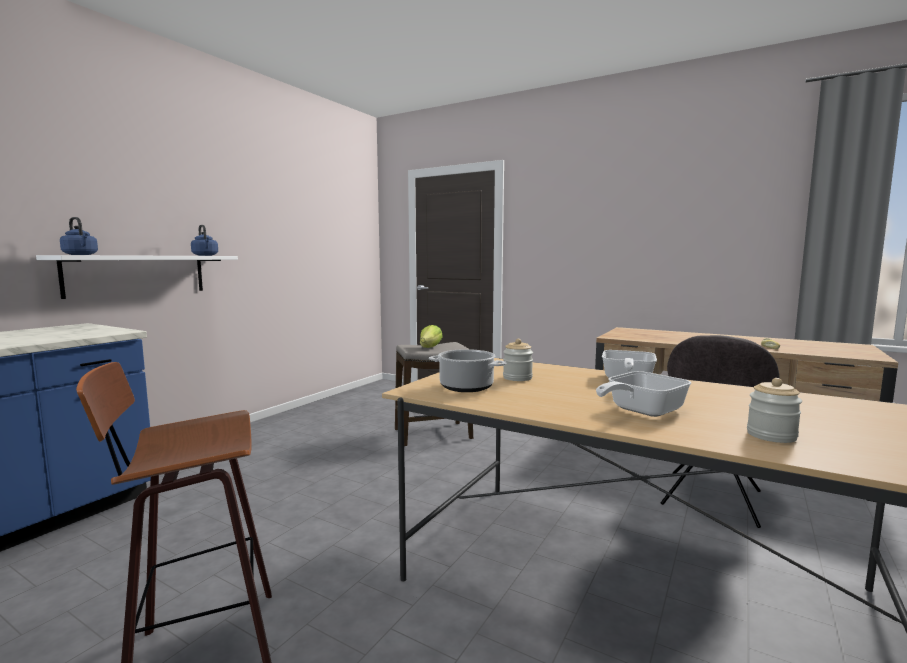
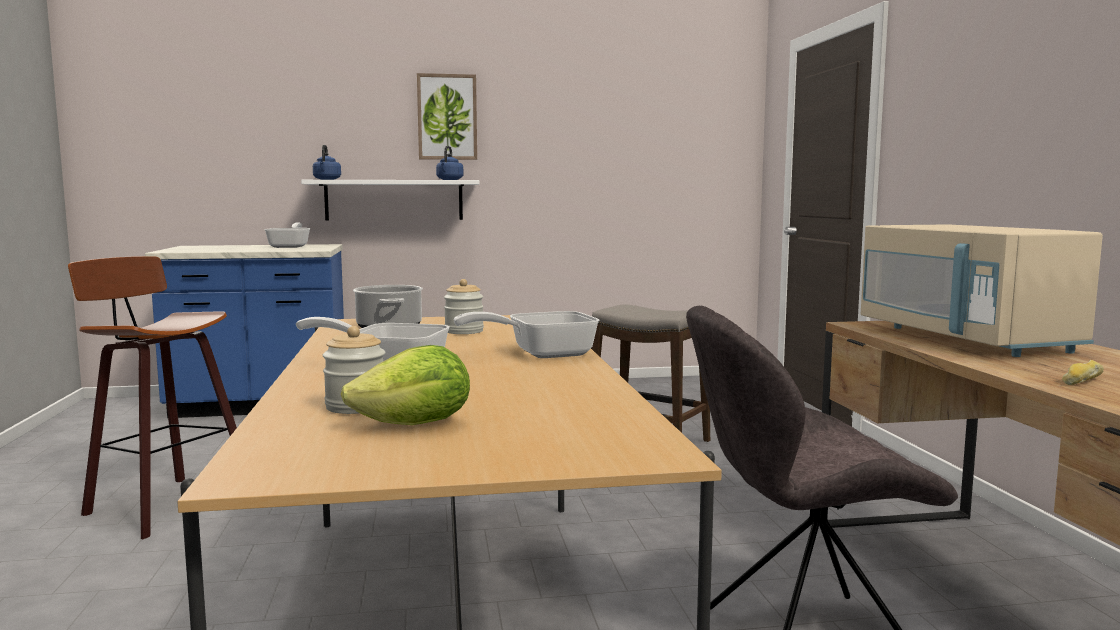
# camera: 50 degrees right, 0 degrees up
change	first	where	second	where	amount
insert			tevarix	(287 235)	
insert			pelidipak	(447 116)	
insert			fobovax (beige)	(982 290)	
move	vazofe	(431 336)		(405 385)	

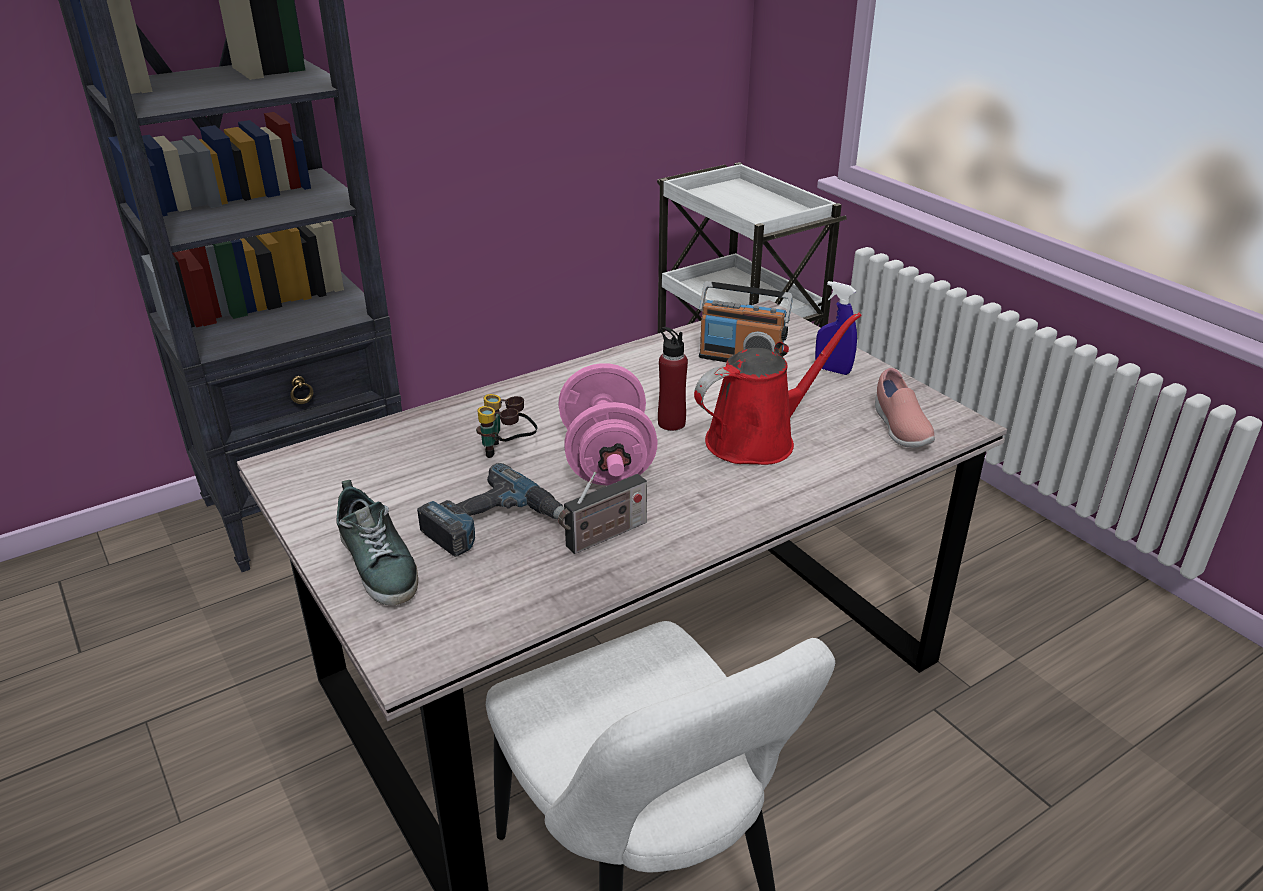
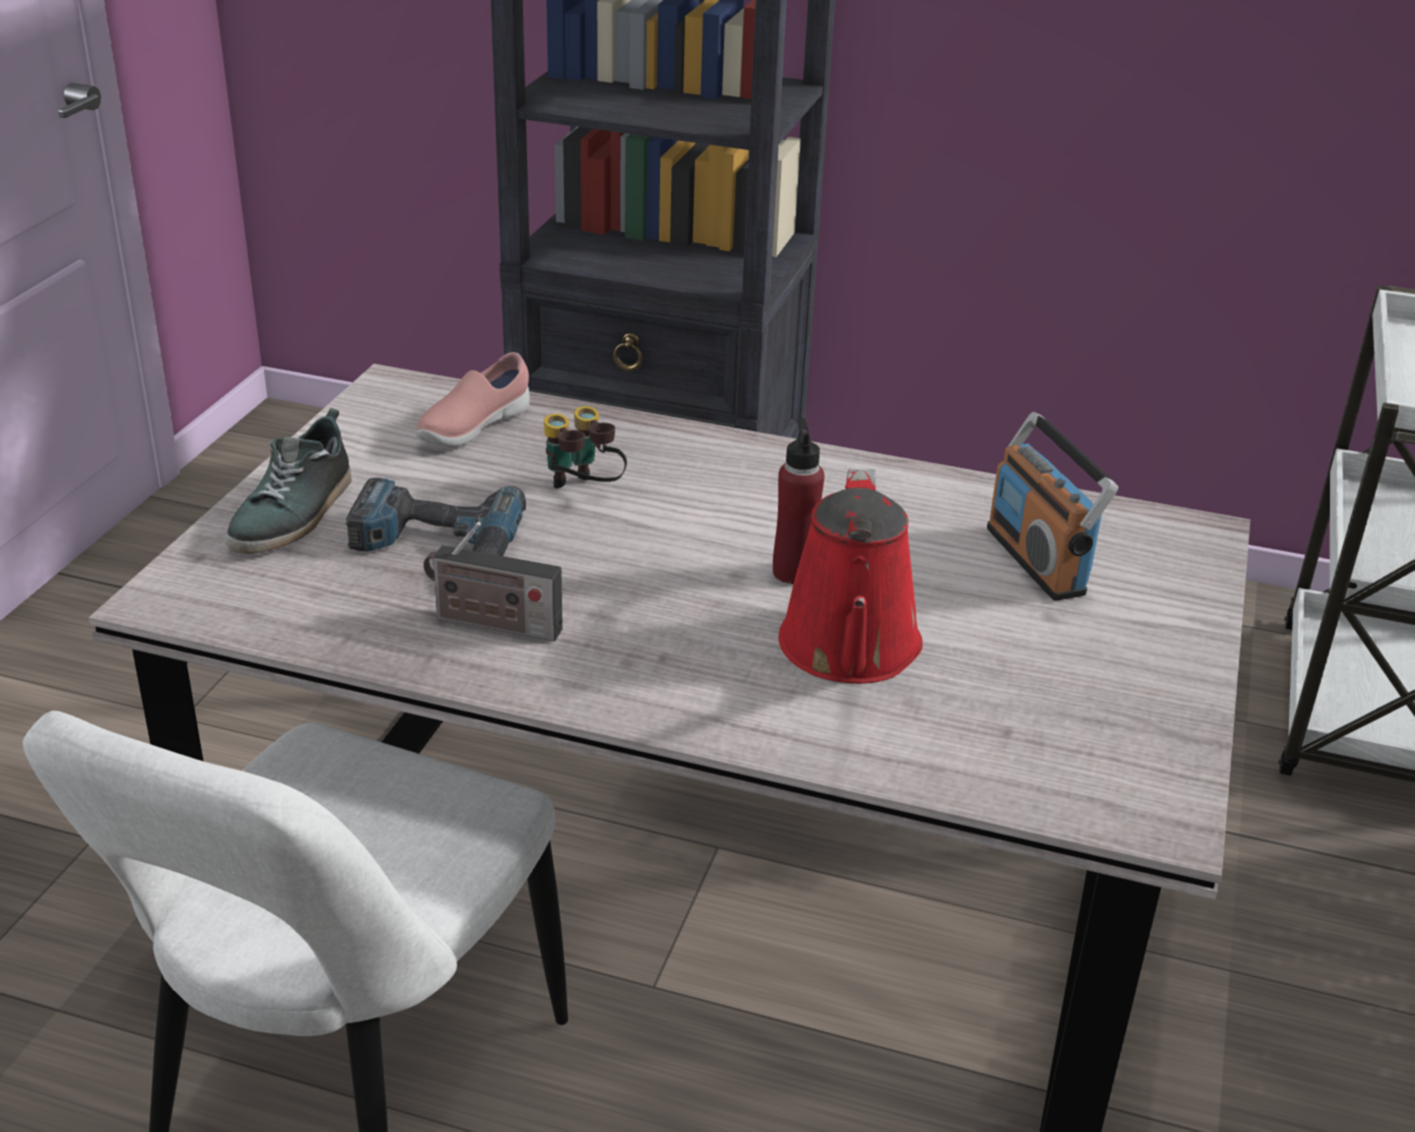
# camera: 50 degrees right, 0 degrees up
change	first	where	second	where	amount
delete	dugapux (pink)	(608 424)			
delete	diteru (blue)	(836 328)			
move	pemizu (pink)	(905 408)		(473 399)	
rotate	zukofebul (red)	(777 388)		(850 576)	75 degrees clockwise

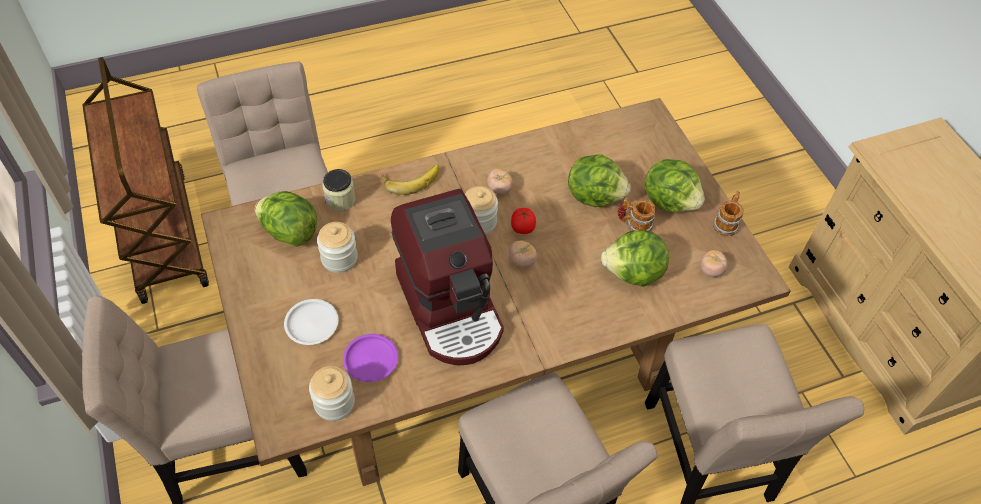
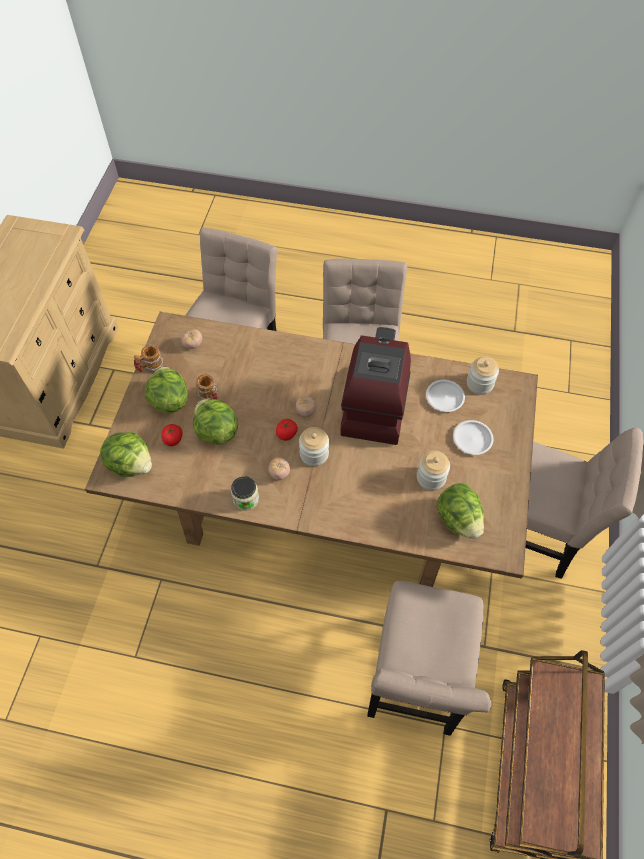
# camera: 145 degrees left, 5 degrees up
change	first	where	second	where	amount
delete	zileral	(410 179)			
insert			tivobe	(172 435)	
move	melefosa	(339 190)		(245 493)	
move	vazofe	(635 258)		(126 454)	
recolor	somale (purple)	(370 358)	somale (white)	(445 396)	

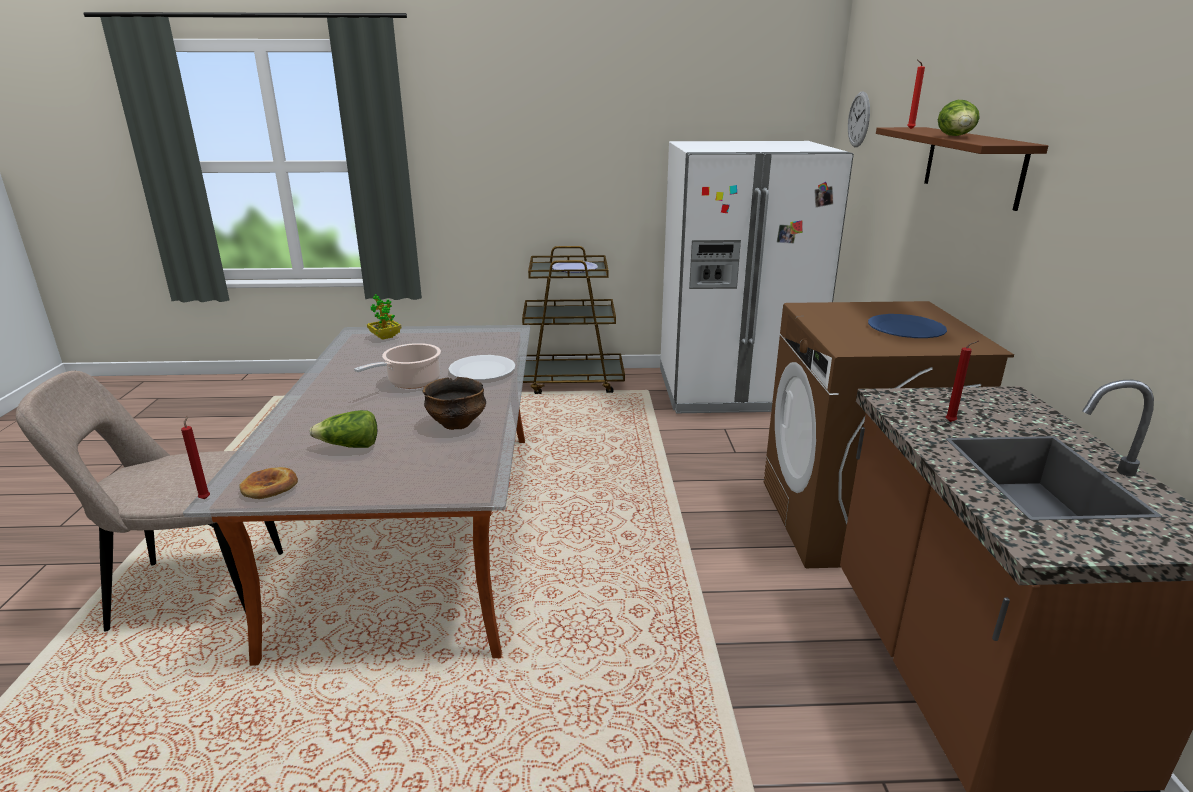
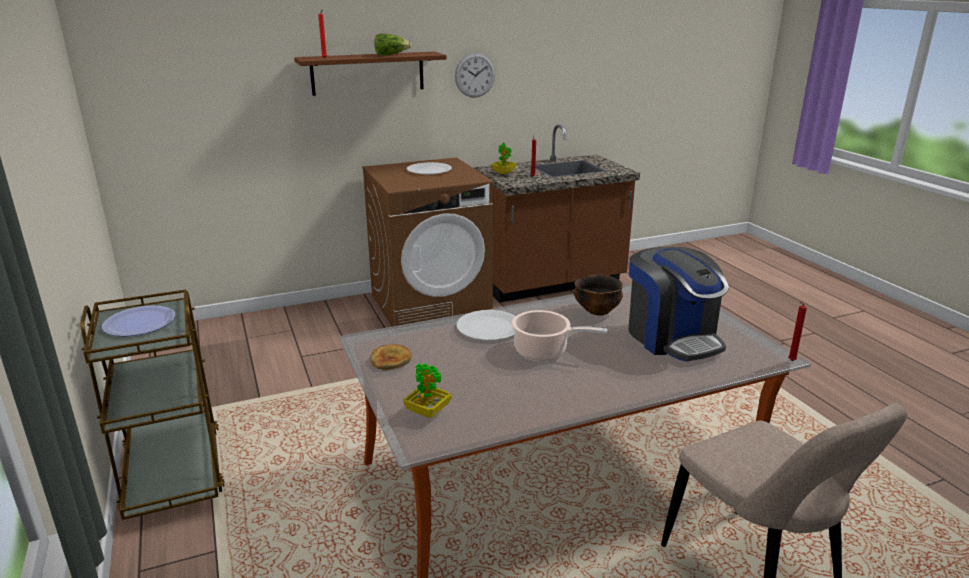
# camera: 110 degrees left, 0 degrees up
change	first	where	second	where	amount
delete	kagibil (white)	(757 277)			
insert			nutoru	(503 158)	
move	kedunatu	(268 483)		(391 357)	
move	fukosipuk	(859 119)		(475 75)	
replace	vazofe	(343 429)	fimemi	(679 304)	
recolor	somale (blue)	(907 326)	somale (white)	(429 168)	

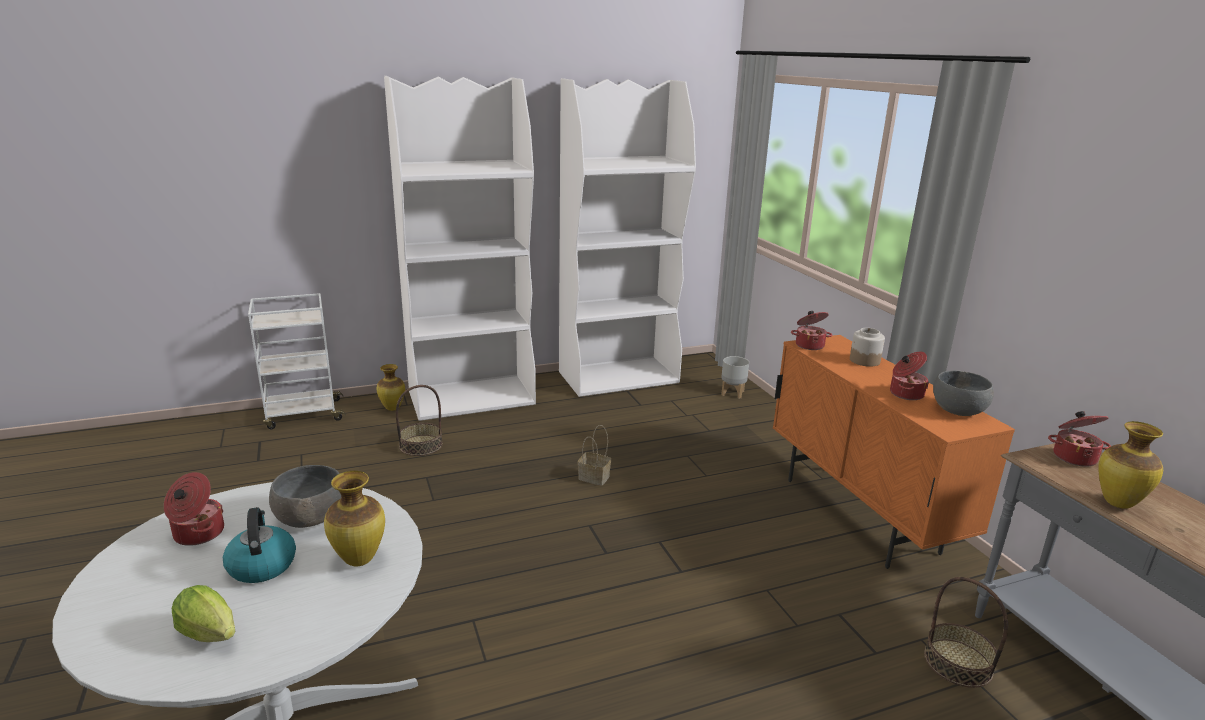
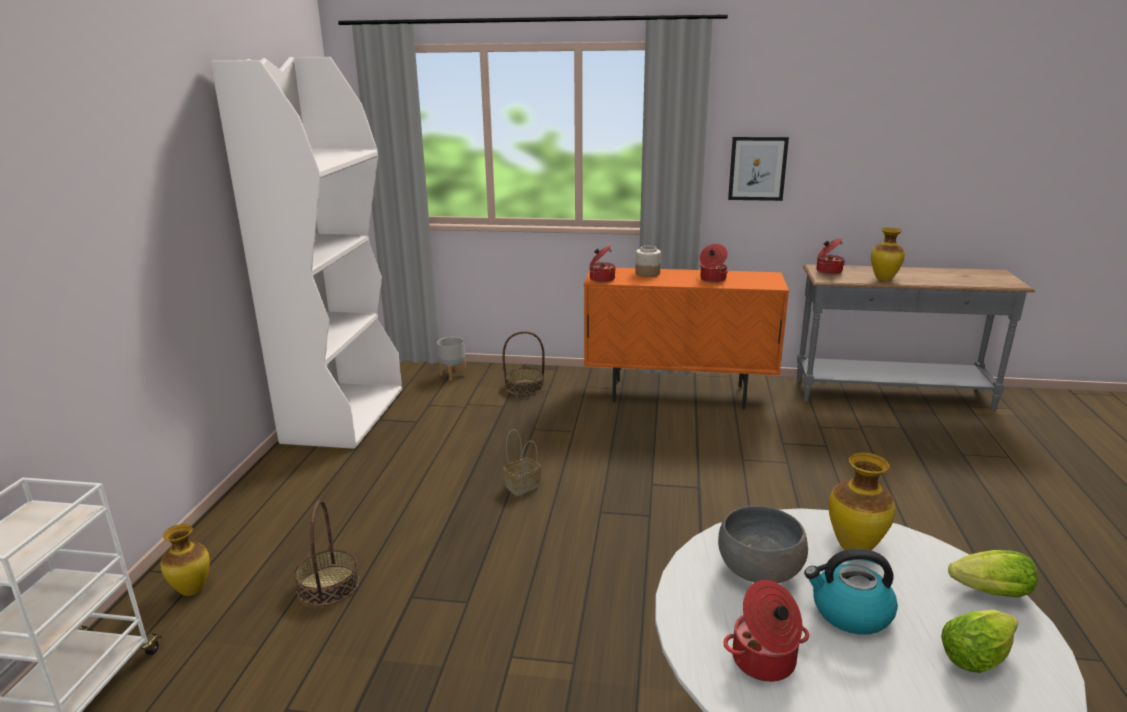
# camera: 60 degrees left, 0 degrees up
change	first	where	second	where	amount
delete	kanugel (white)	(460 248)			
delete	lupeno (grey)	(963 393)			
insert			pelidipak	(758 169)	
insert			vazofe	(993 574)	
move	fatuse	(966 632)		(523 363)	

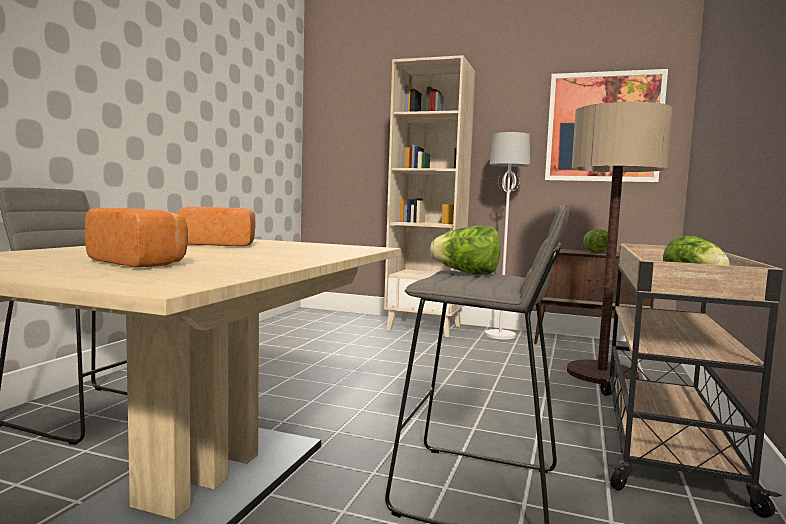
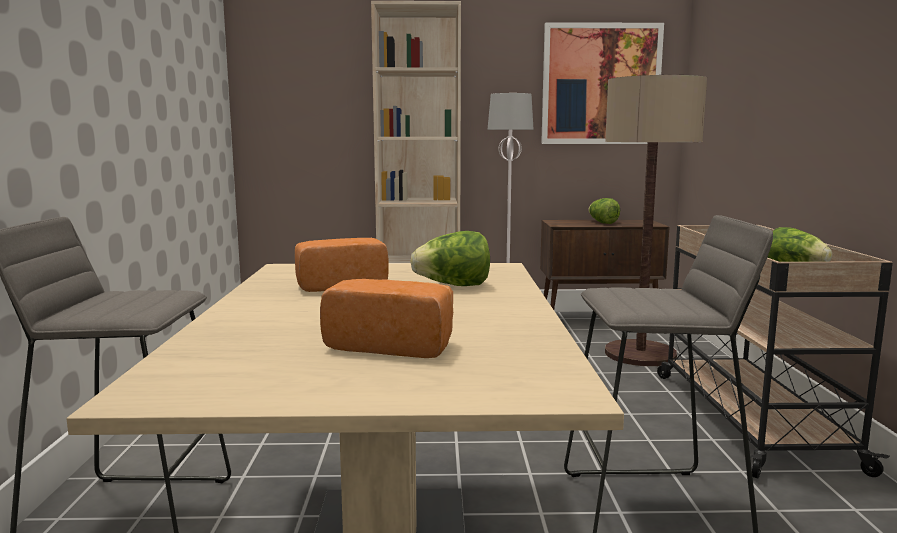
# camera: 20 degrees left, 5 degrees up
change	first	where	second	where	amount
move	vazofe	(465 250)		(450 258)	

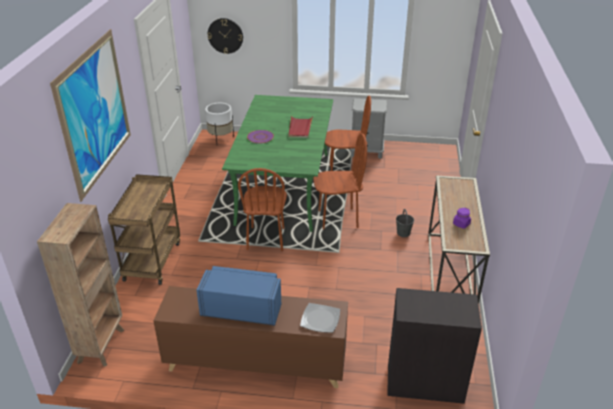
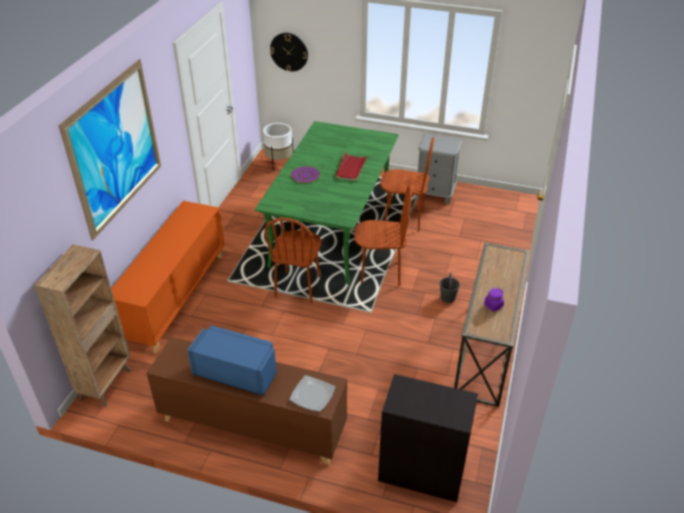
# camera: 10 degrees right, 5 degrees up
change	first	where	second	where	amount
replace	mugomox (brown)	(144 229)	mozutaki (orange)	(167 277)	

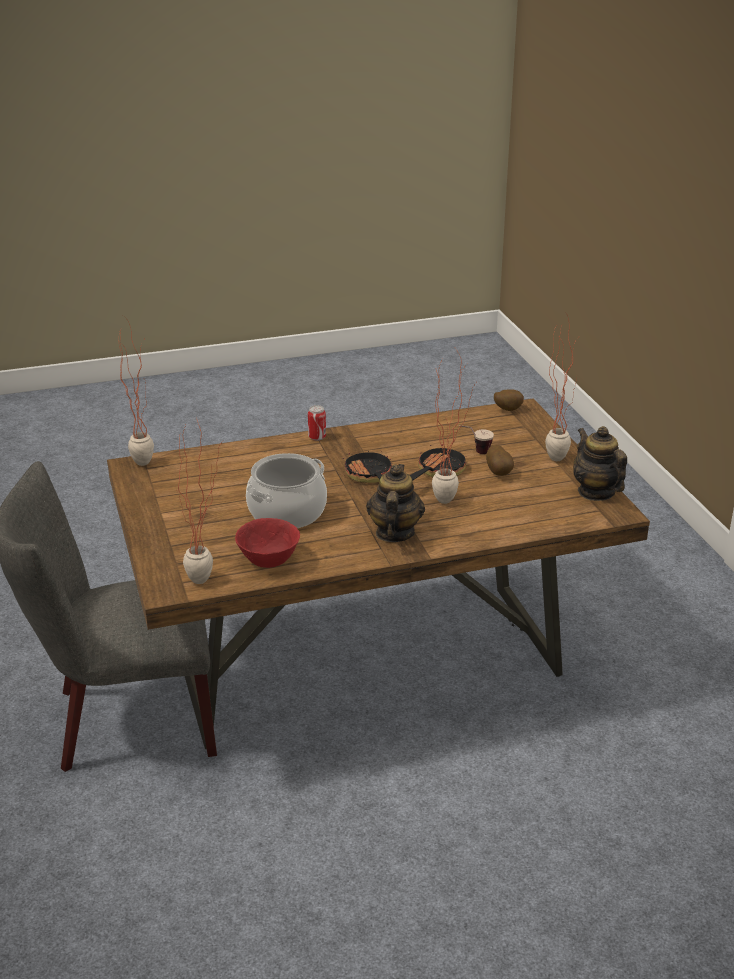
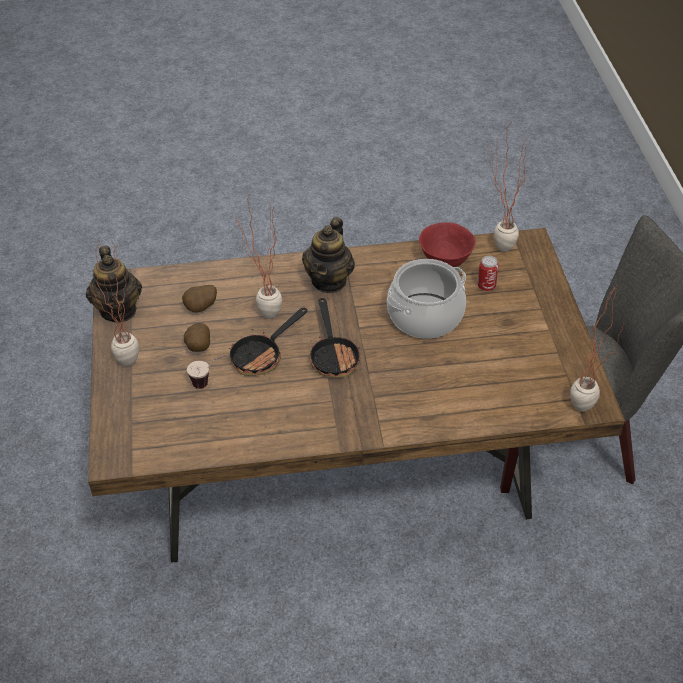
# camera: 170 degrees left, 15 degrees up
change	first	where	second	where	amount
move	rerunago	(317 423)		(488 273)	
move	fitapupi	(509 400)		(199 298)	

